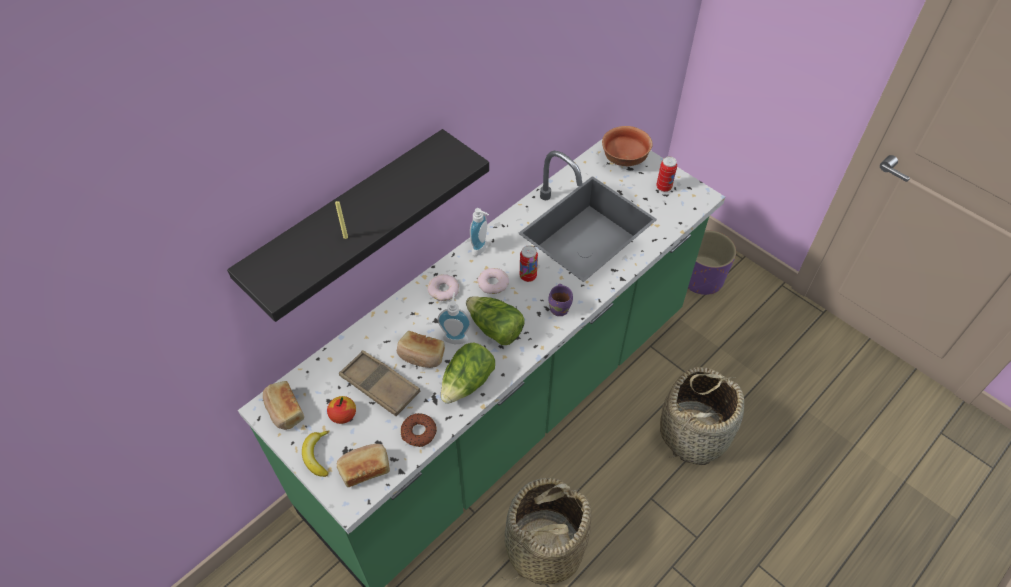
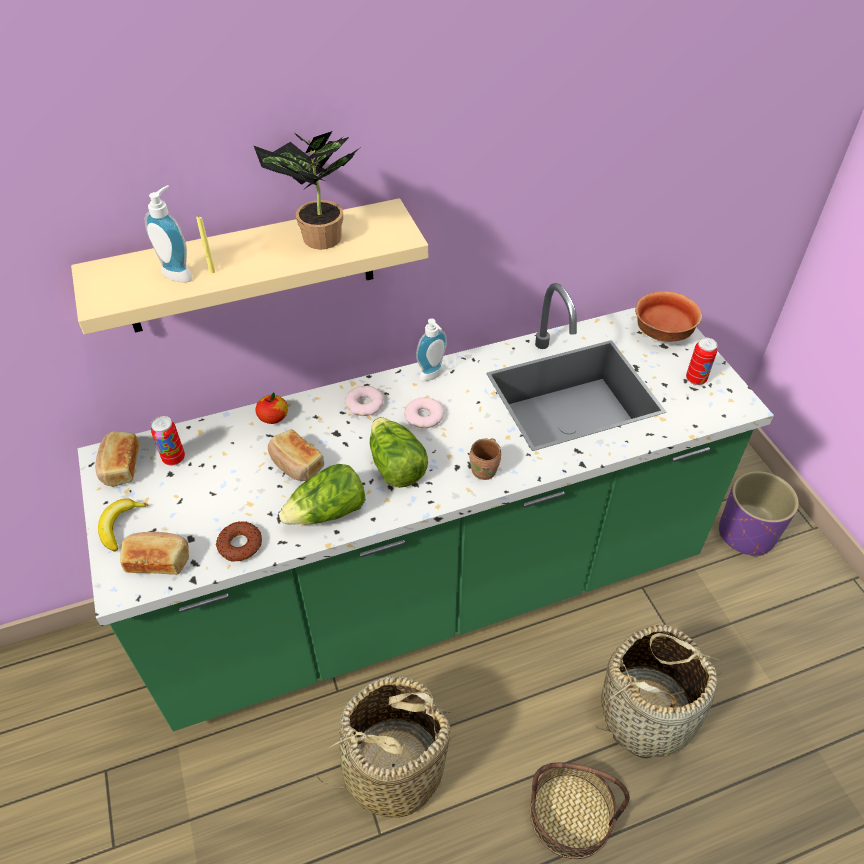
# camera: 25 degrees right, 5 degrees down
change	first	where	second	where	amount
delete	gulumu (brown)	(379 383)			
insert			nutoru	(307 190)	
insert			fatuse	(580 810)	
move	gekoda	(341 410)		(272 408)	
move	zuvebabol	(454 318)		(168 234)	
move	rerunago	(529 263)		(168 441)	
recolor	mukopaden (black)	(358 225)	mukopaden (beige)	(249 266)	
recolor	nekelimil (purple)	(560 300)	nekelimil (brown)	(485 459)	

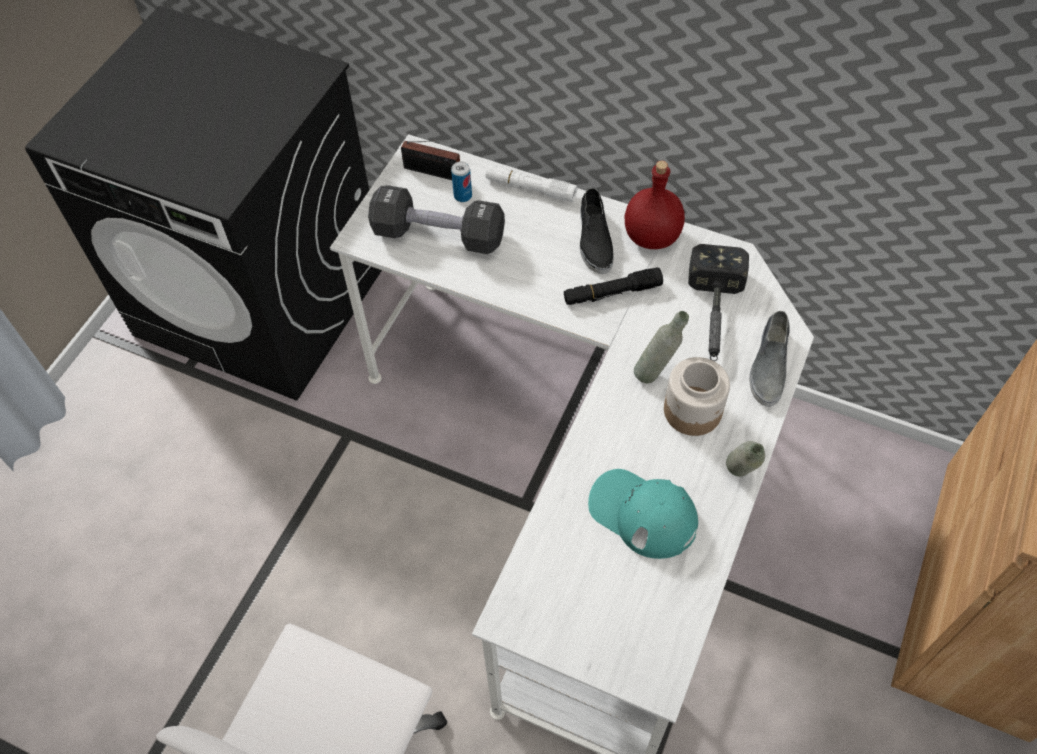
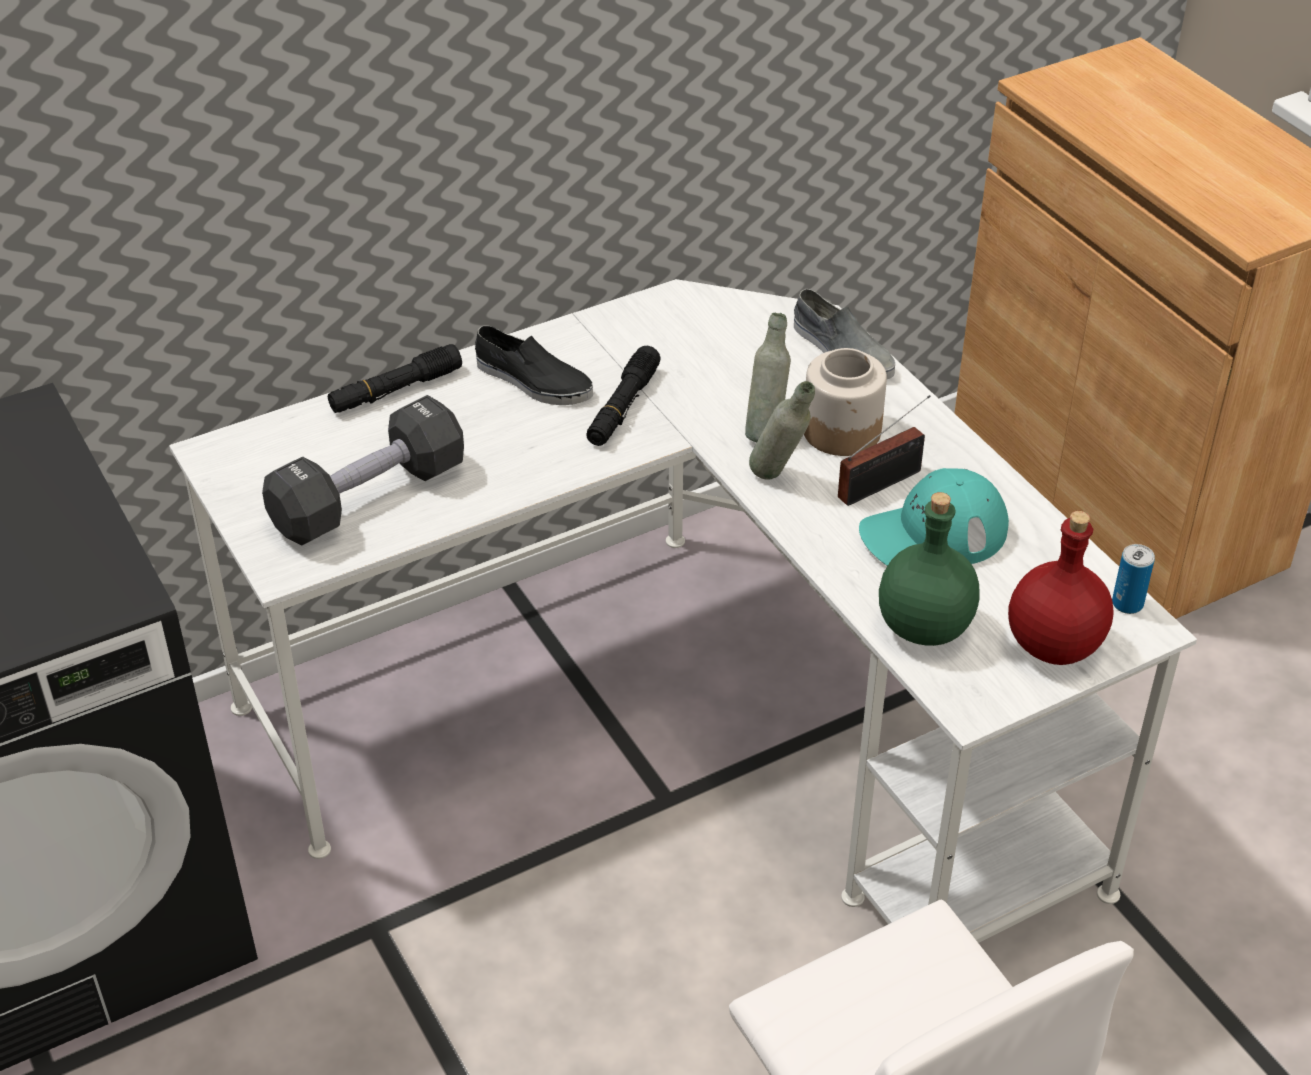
# camera: 55 degrees left, 15 degrees down
change	first	where	second	where	amount
delete	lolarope	(718 302)			
insert			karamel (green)	(929 569)	
move	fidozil	(432 160)		(884 450)	
move	rerunago	(461 181)		(1133 579)	
move	karamel (red)	(655 205)		(1061 588)	
move	karamel (grey)	(745 459)		(782 430)	
recolor	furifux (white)	(532 183)	furifux (black)	(395 378)	

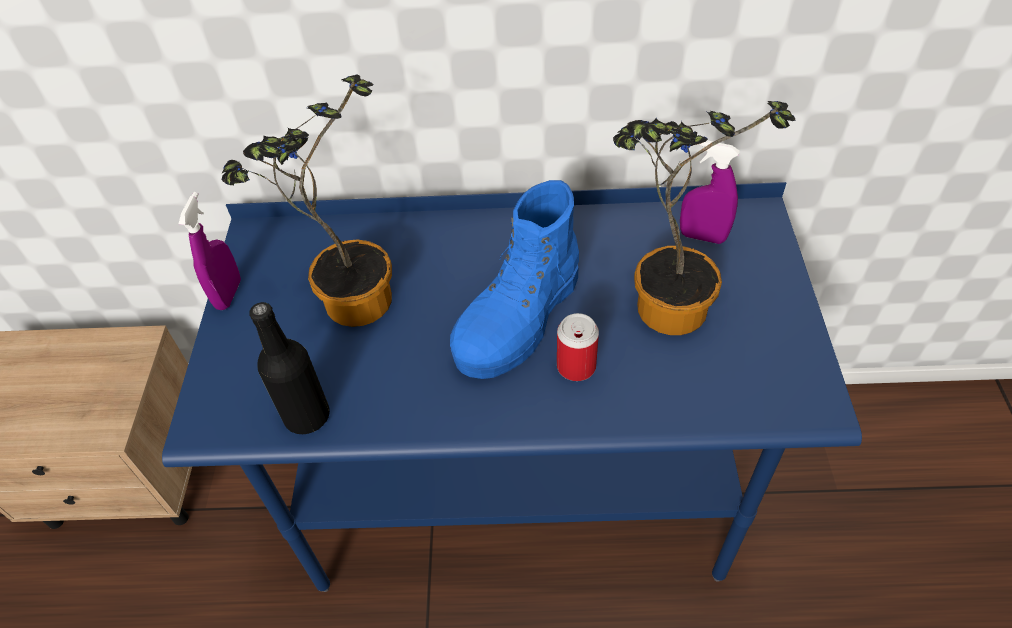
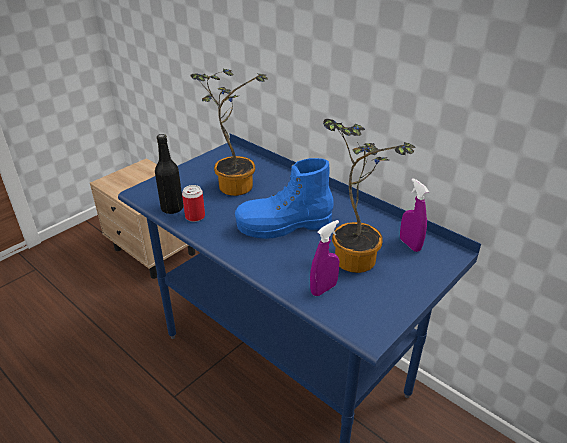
# camera: 40 degrees right, 15 degrees down
change	first	where	second	where	amount
move	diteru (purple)	(210 251)		(324 258)	
move	rerunago	(578 347)		(193 203)	

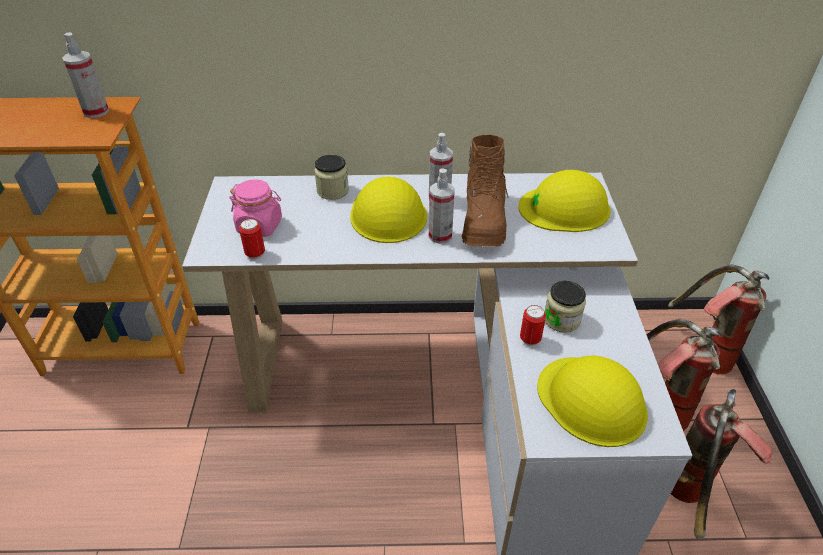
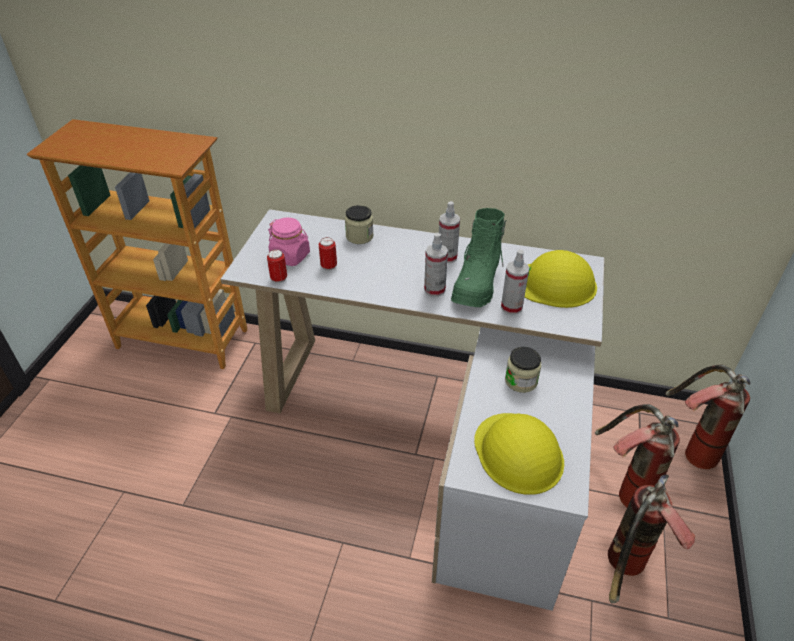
# camera: 15 degrees right, 0 degrees up
change	first	where	second	where	amount
delete	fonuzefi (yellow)	(388 209)			
move	diteru	(85 75)		(515 282)	
move	rerunago	(533 325)		(328 254)	
recolor	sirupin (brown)	(485 191)	sirupin (green)	(479 257)	

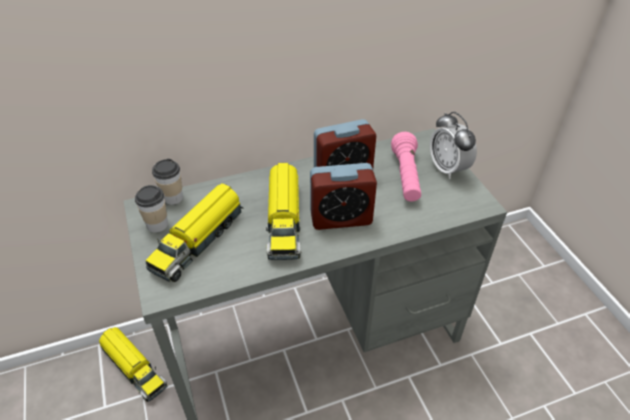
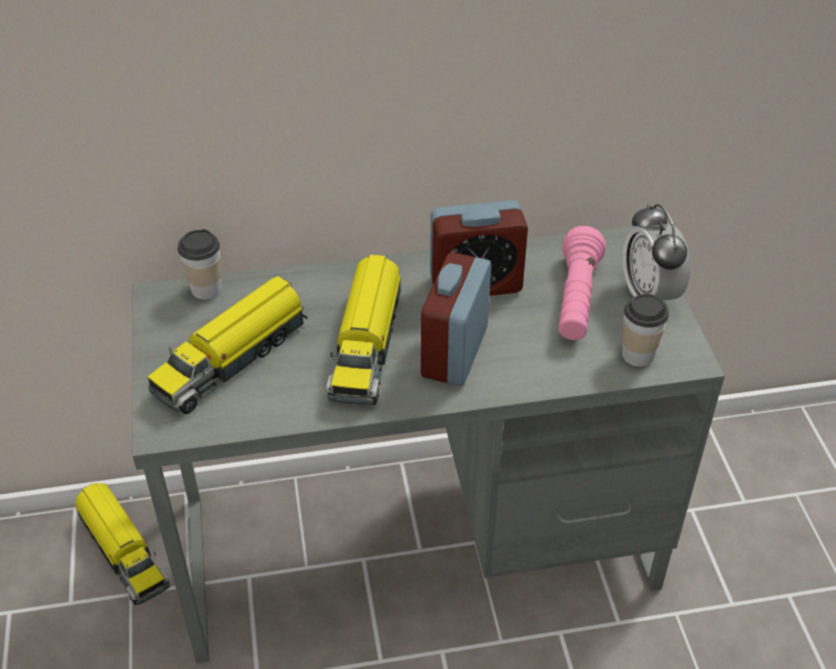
# camera: 10 degrees right, 0 degrees up
change	first	where	second	where	amount
move	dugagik	(151 208)		(645 330)	
rotate	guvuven	(343 196)		(456 319)	105 degrees clockwise

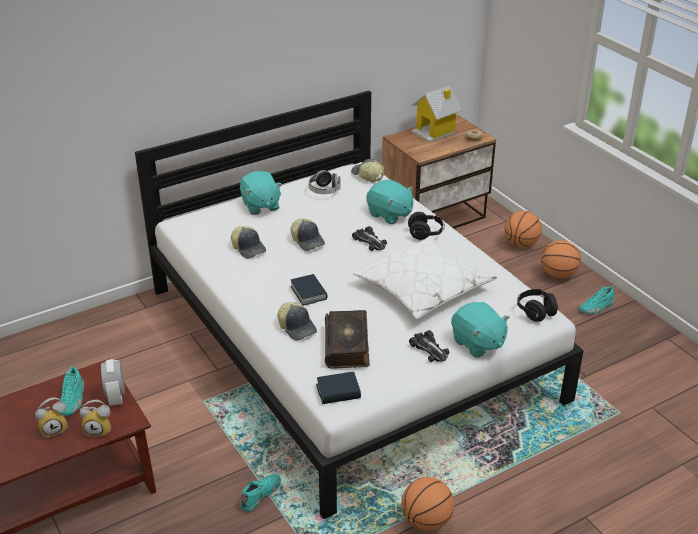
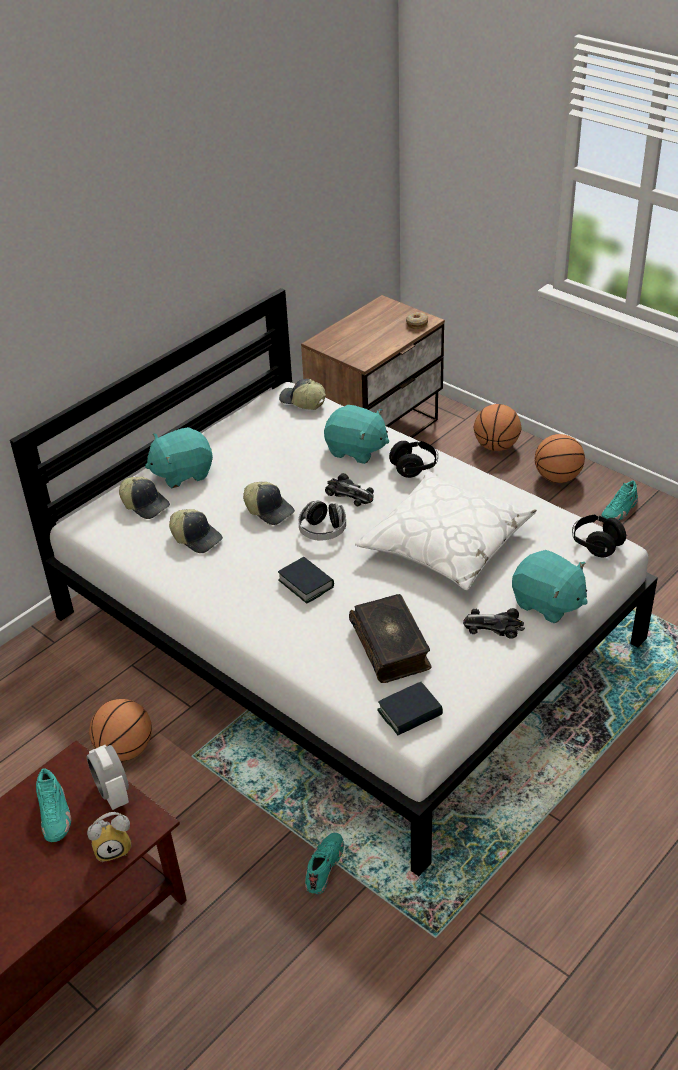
# camera: 15 degrees left, 5 degrees up
change	first	where	second	where	amount
delete	guvuven	(51 417)			
delete	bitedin	(437 114)			
move	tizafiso	(297 321)		(144 498)	
move	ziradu	(324 182)		(322 521)	
move	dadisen	(427 504)		(120 730)	
rotate	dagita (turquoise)	(261 193)		(179 457)	105 degrees clockwise
rotate	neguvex	(429 346)		(494 623)	150 degrees clockwise

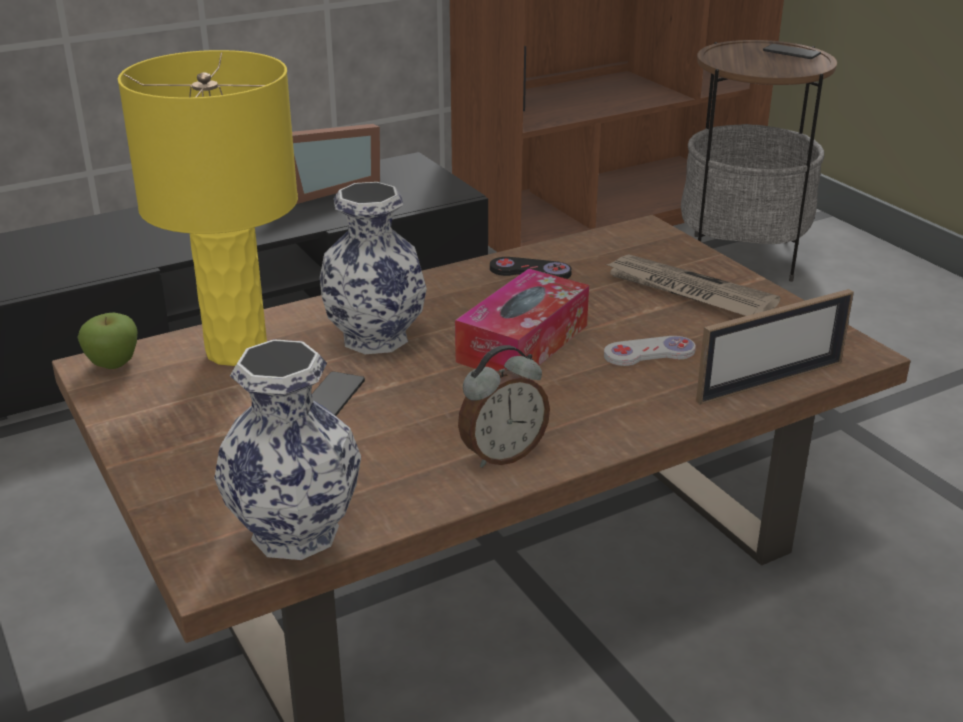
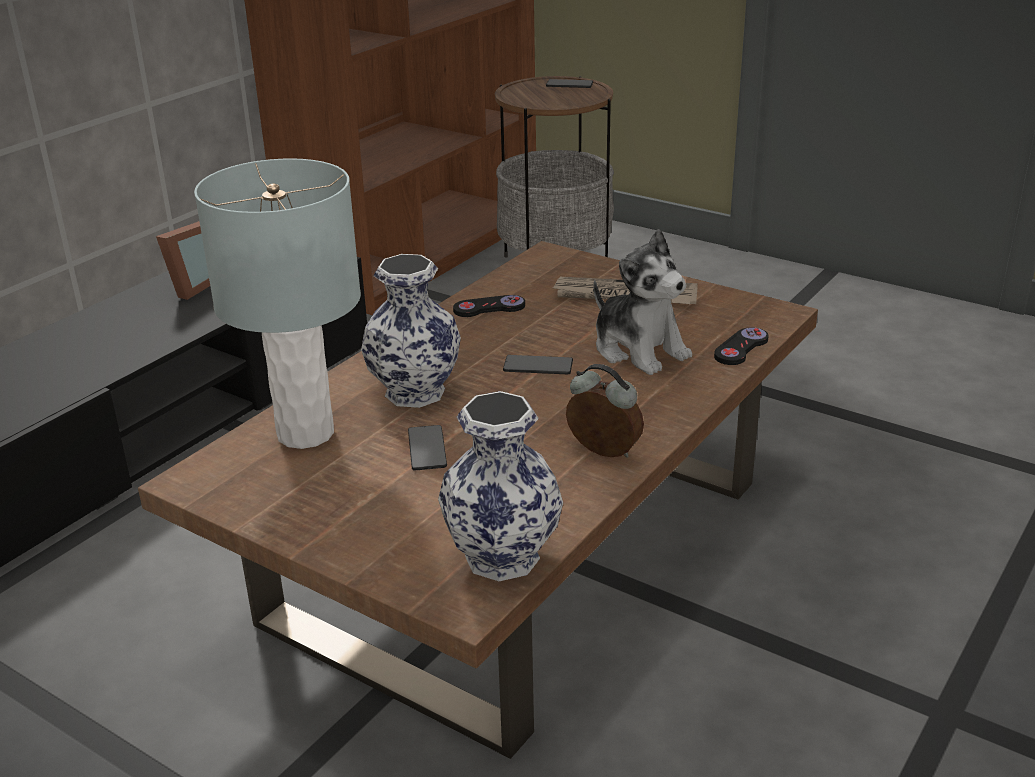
# camera: 25 degrees left, 0 degrees up
change	first	where	second	where	amount
delete	gekoda	(108 340)			
replace	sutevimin	(522 320)	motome	(538 364)	
replace	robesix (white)	(650 351)	dagita	(642 302)	
replace	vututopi	(775 347)	robesix (black)	(741 346)	
recolor	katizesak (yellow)	(208 208)	katizesak (grey)	(277 303)	
rotate	guvuven	(504 406)		(605 411)	90 degrees counterclockwise

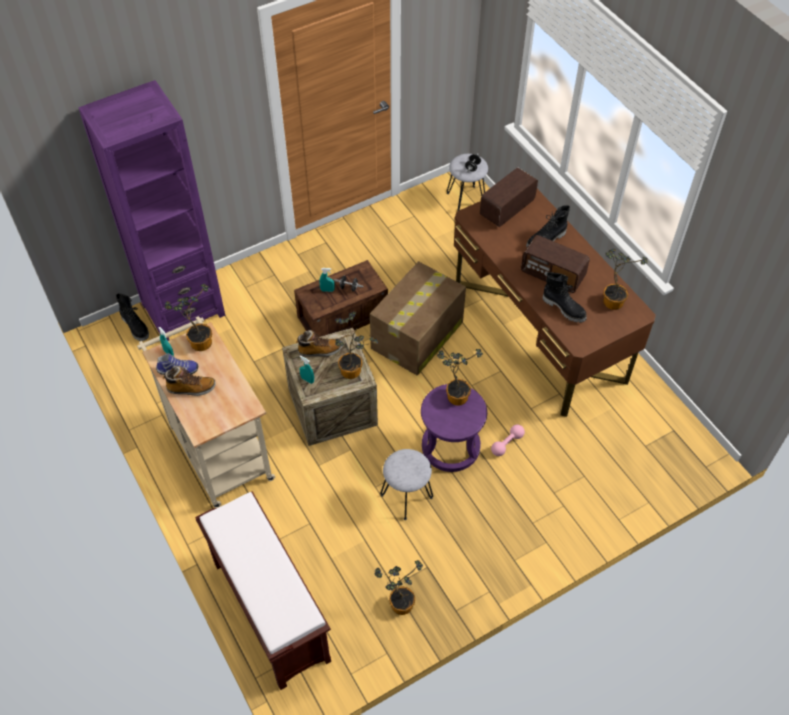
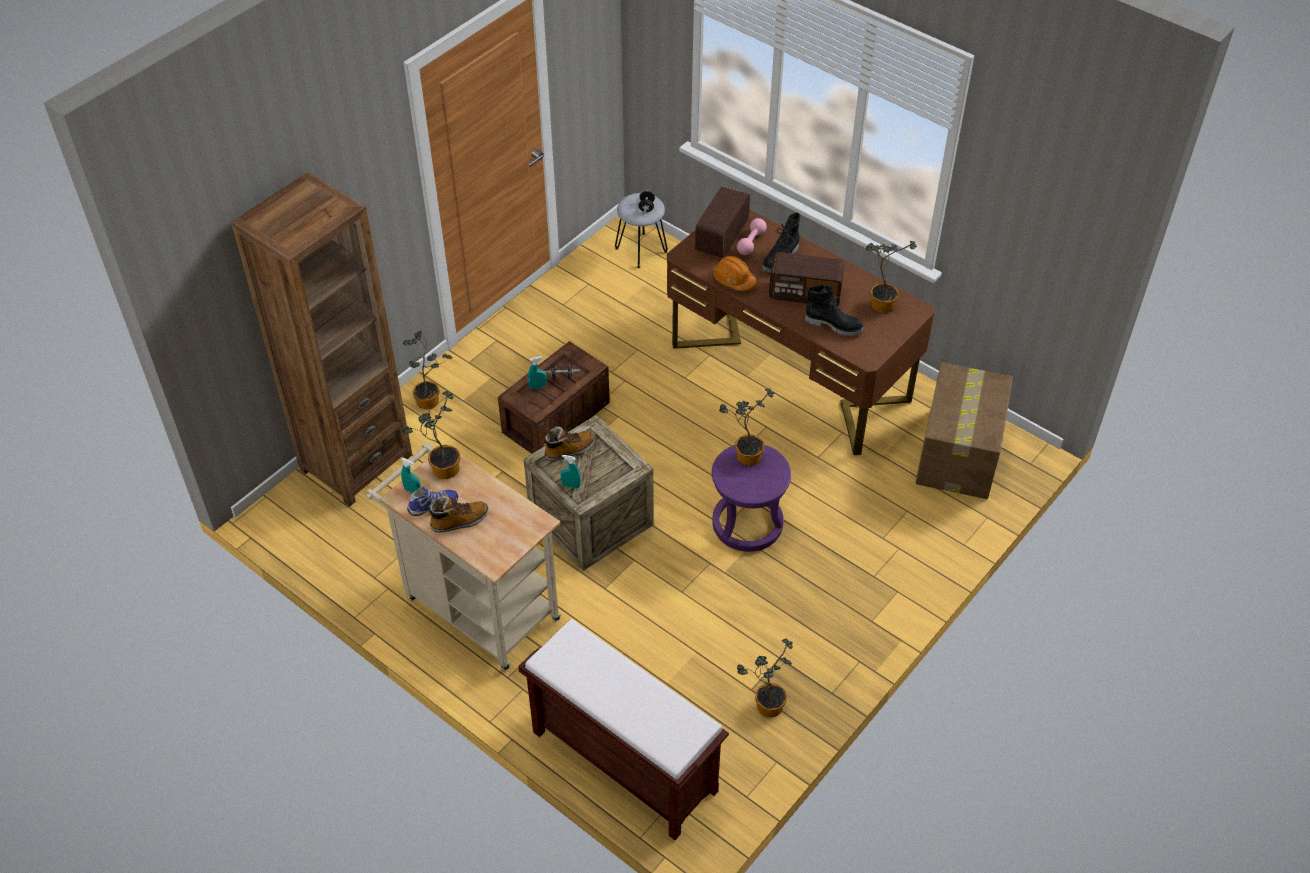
# camera: 20 degrees left, 5 degrees down
change	first	where	second	where	amount
delete	sirupin (black)	(132 317)			
delete	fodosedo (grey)	(406 484)			
insert			fonuzefi (orange)	(734 273)	
move	nutoru	(356 345)		(427 370)	
move	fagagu	(418 318)		(964 430)	
move	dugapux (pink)	(508 440)		(752 236)	
recolor	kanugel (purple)	(151 210)	kanugel (brown)	(321 339)	

